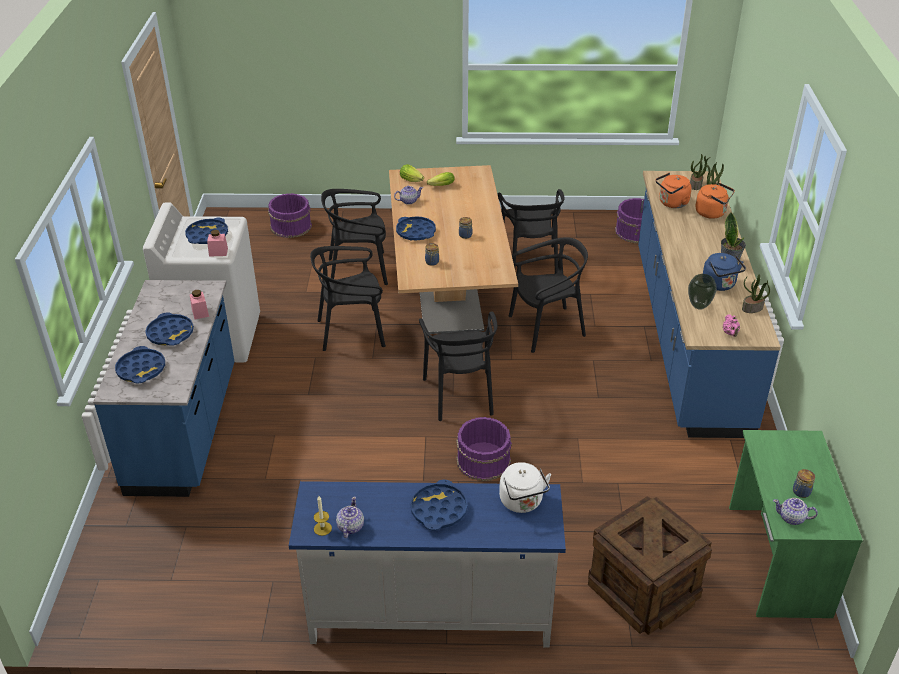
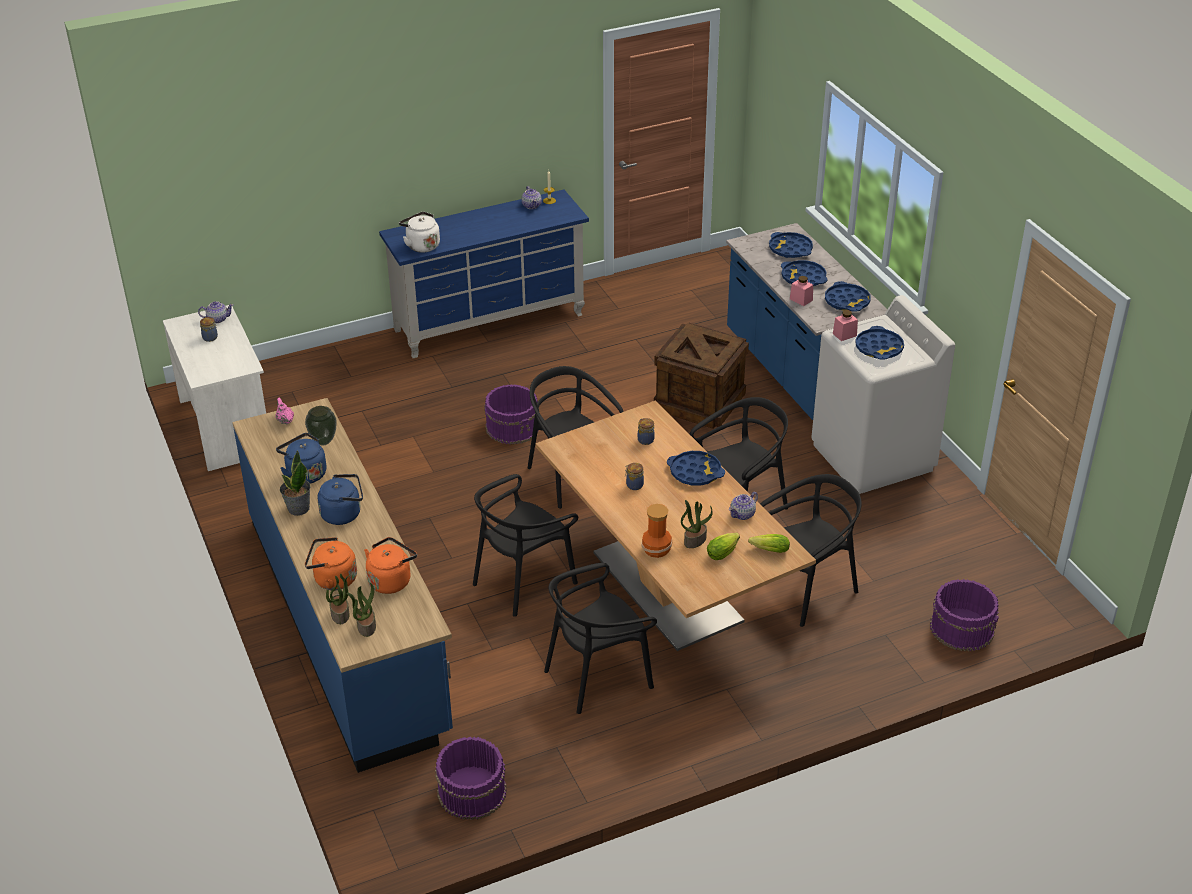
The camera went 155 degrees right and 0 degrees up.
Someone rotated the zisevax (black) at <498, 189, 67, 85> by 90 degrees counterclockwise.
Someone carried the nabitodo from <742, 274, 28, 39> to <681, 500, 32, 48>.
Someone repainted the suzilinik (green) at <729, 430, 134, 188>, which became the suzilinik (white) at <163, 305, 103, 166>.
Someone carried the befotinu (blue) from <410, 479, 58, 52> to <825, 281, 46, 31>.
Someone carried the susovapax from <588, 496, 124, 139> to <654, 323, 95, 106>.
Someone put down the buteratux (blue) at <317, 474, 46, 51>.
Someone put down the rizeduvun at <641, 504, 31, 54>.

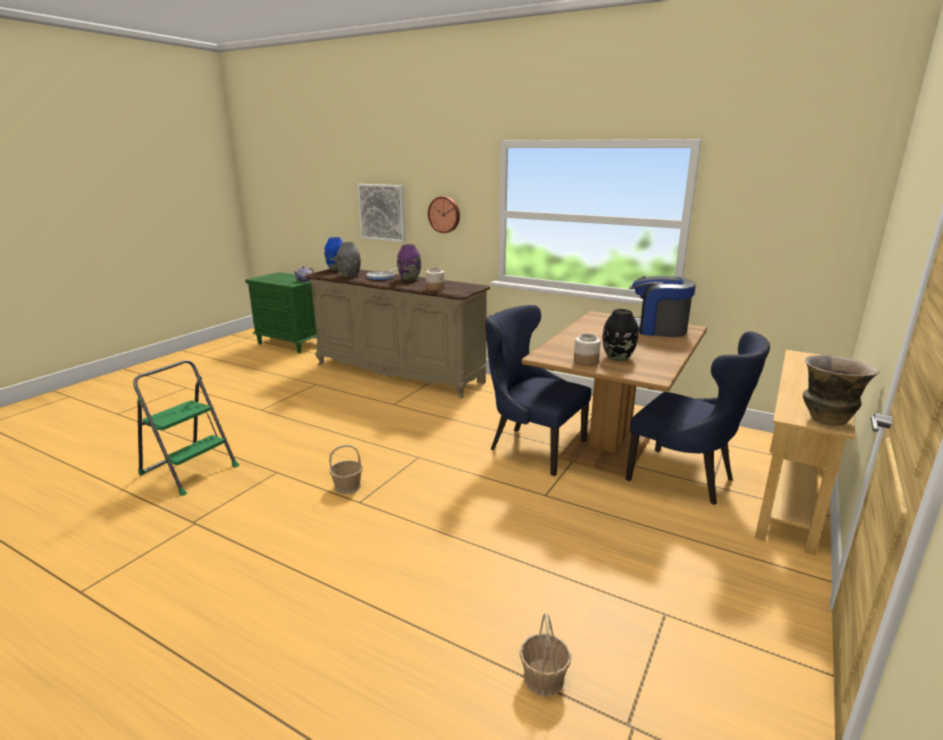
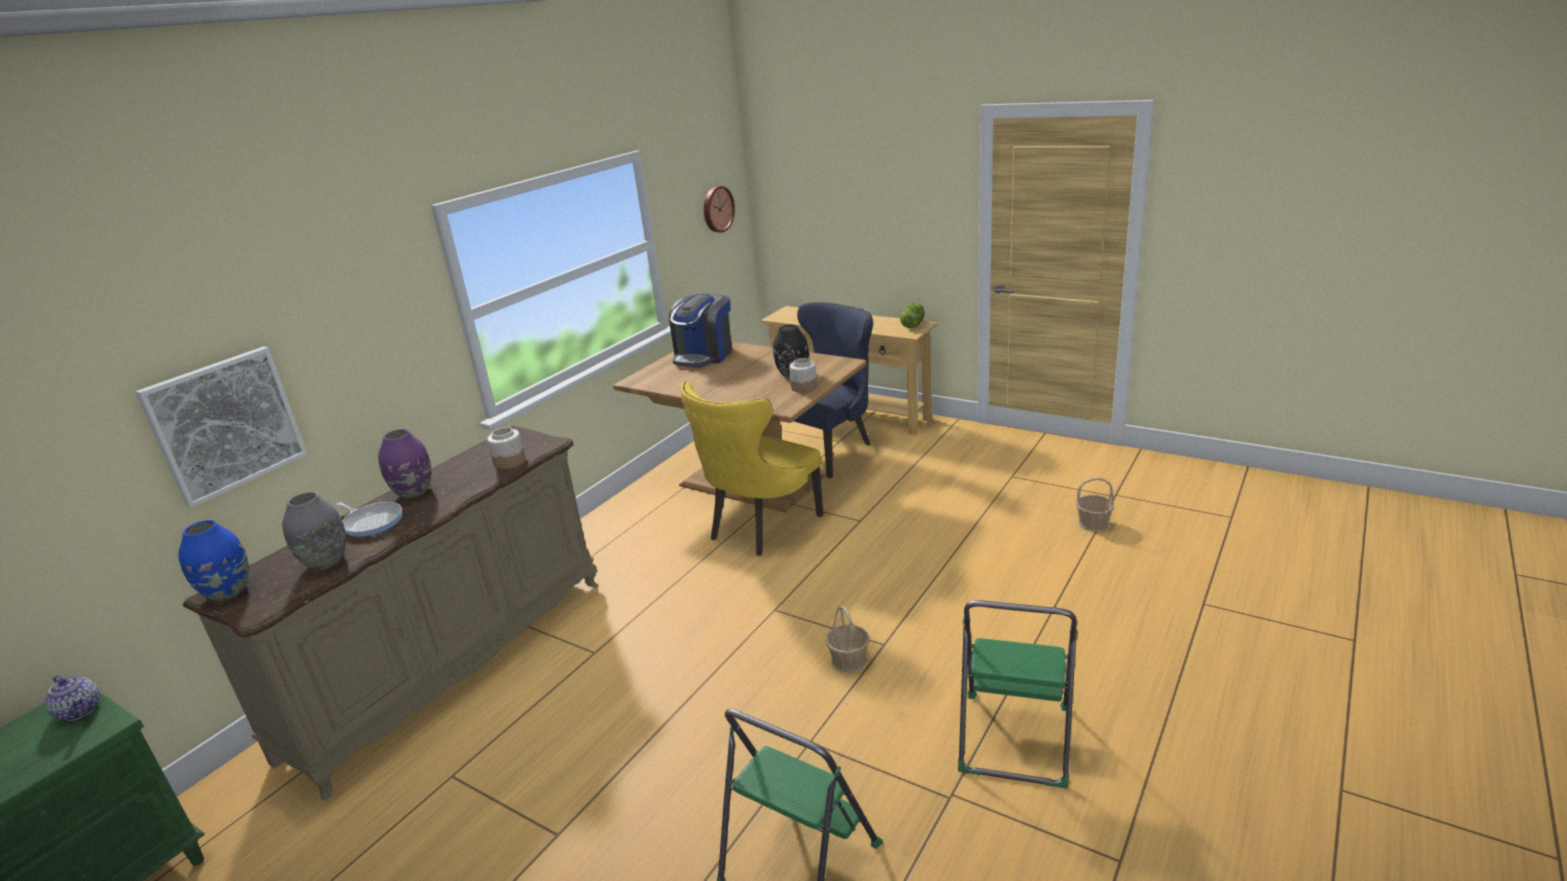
The camera went 85 degrees left and 5 degrees up.
Someone carried the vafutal from <428, 196, 32, 37> to <704, 186, 31, 47>.
Someone repainted the zisevax (blue) at <485, 305, 106, 171>, which became the zisevax (yellow) at <681, 381, 142, 175>.
Someone swapped the rizeduvun at <803, 355, 76, 71> for the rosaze at <900, 303, 25, 25>.
Someone put down the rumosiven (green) at <958, 600, 120, 188>.

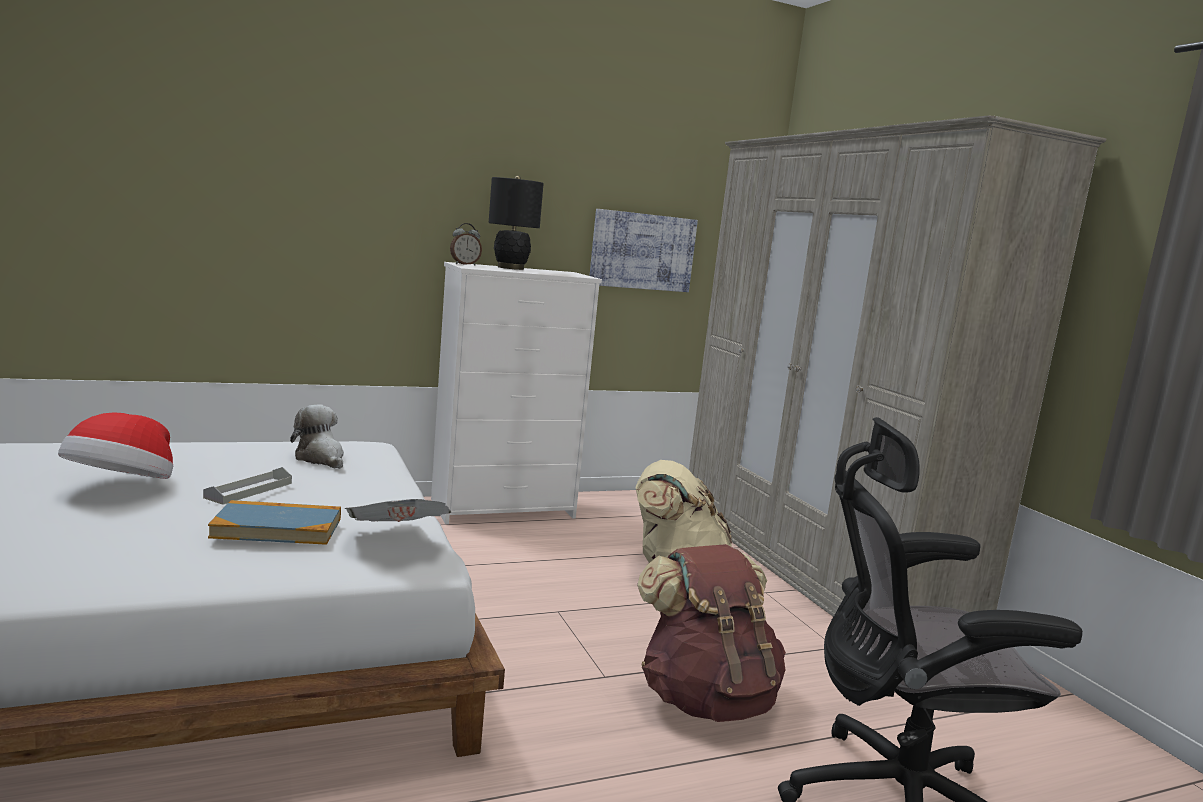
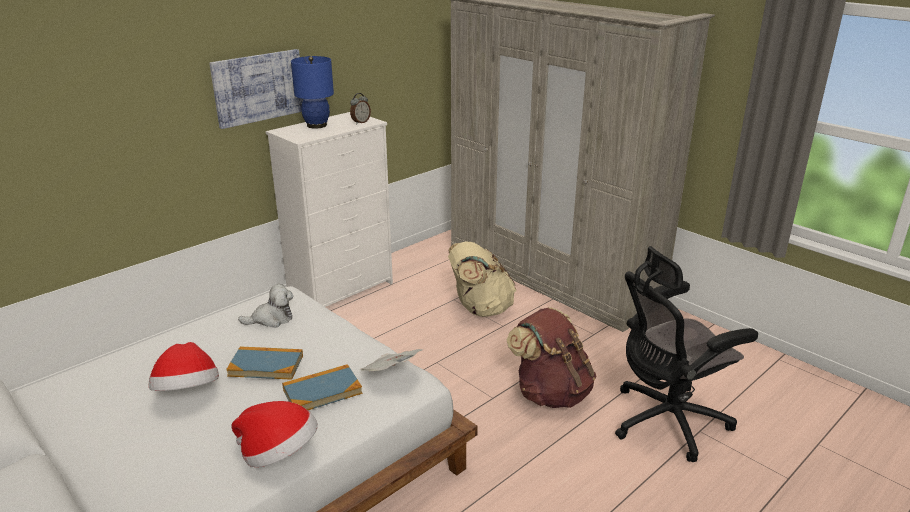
The camera went 20 degrees left and 15 degrees up.
Someone repainted the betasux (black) at <489, 176, 55, 94>, which became the betasux (blue) at <291, 56, 43, 73>.
Someone carried the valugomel from <589, 209, 109, 83> to <209, 49, 95, 80>.
Someone carried the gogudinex from <450, 223, 32, 43> to <350, 93, 21, 31>.
Someone rotated the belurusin at <290, 404, 54, 65> by 135 degrees clockwise.
Someone swapped the befotinu (grey) at <203, 467, 89, 38> for the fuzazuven at <226, 346, 77, 34>.
Someone put down the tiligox at <231, 401, 87, 66>.

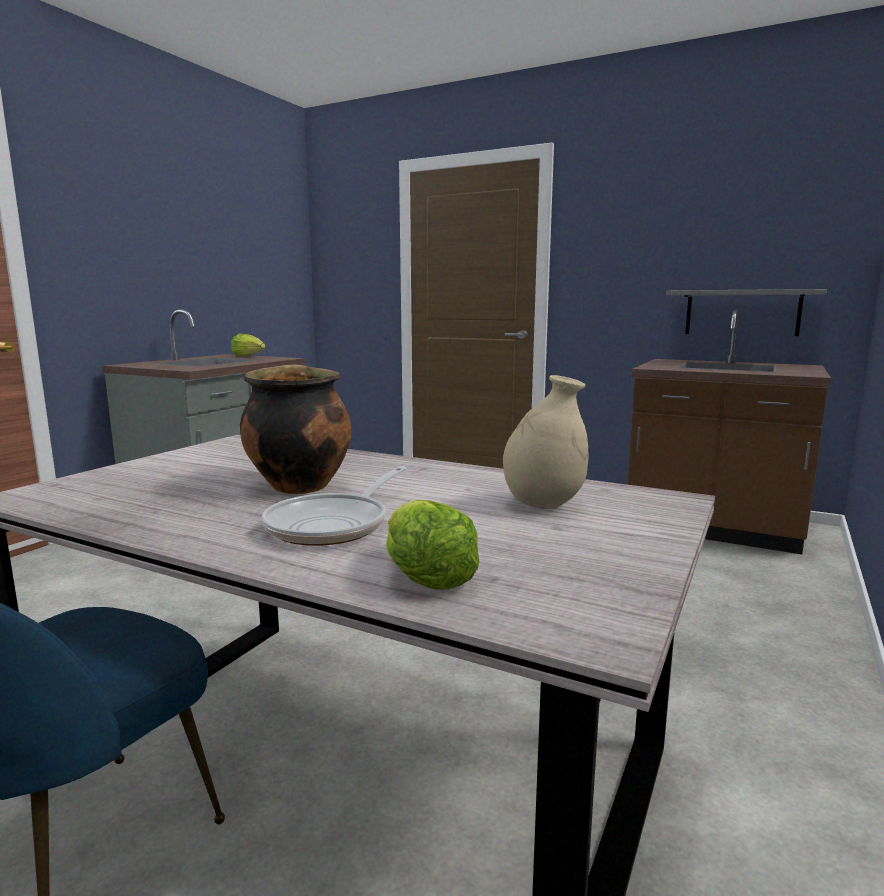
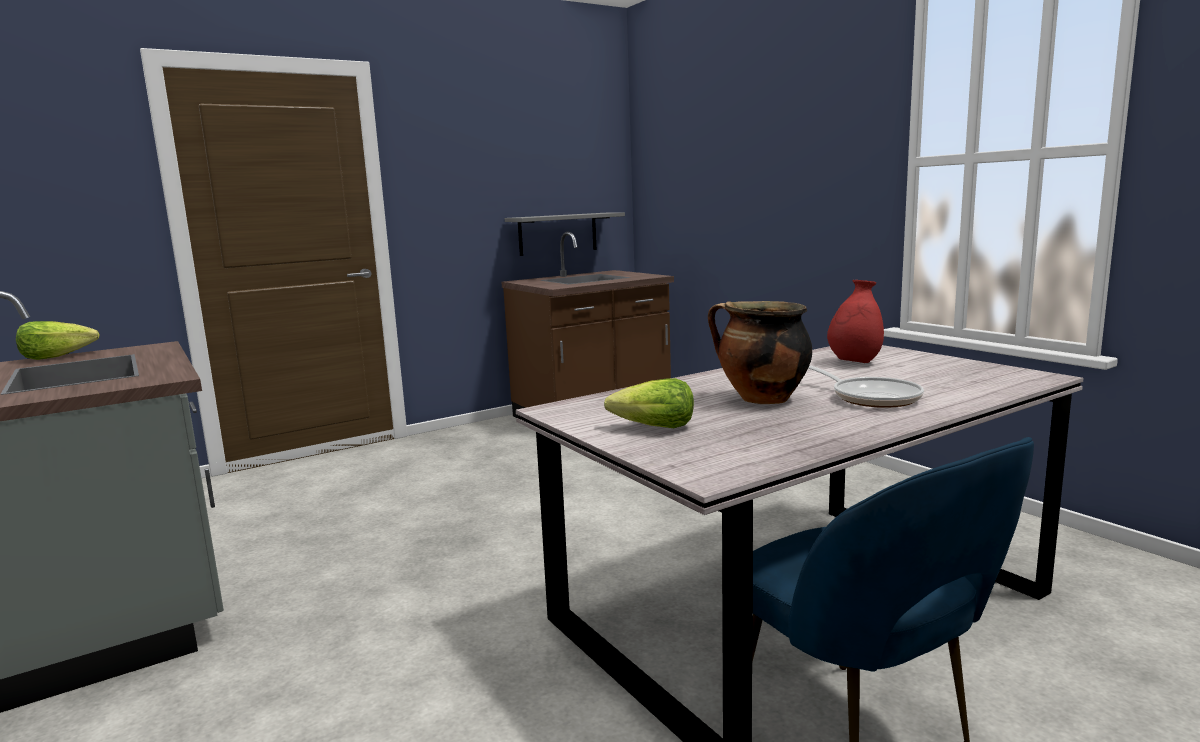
The camera went 60 degrees left and 0 degrees up.
Someone repainted the rizeduvun (beige) at <503, 375, 85, 134>, which became the rizeduvun (red) at <827, 280, 57, 83>.
Someone carried the rosaze from <386, 500, 93, 89> to <604, 378, 90, 50>.

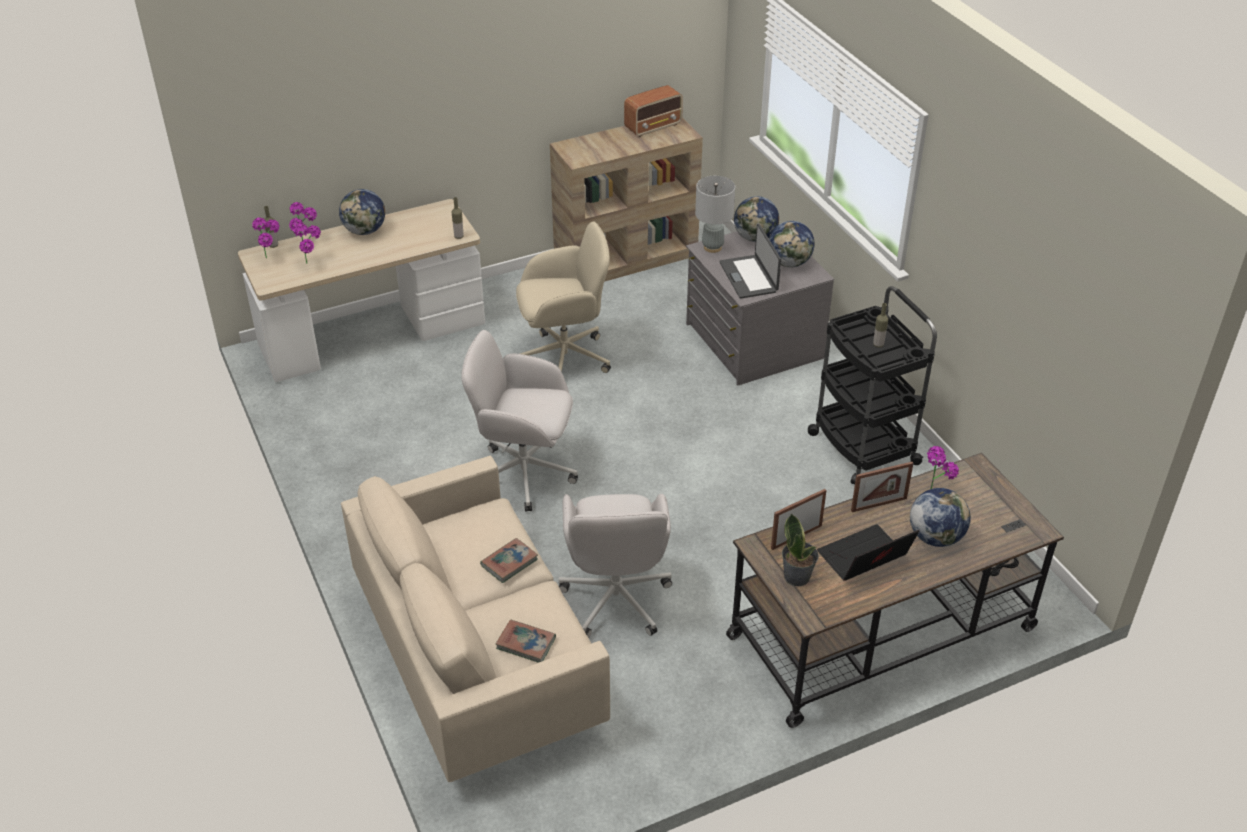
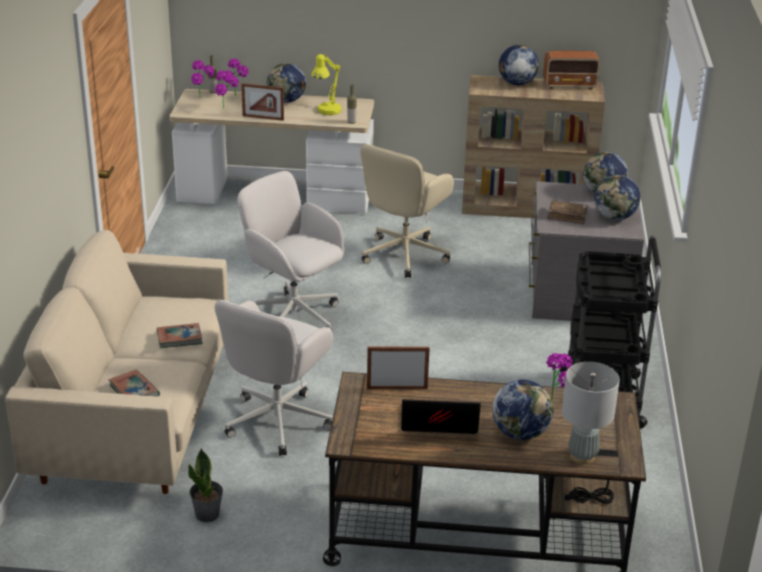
The camera went 30 degrees right and 10 degrees down.
Someone carried the betasux (grey) from <695, 176, 40, 77> to <562, 362, 58, 102>.
Someone rotated the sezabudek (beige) at <516, 221, 95, 152> by 105 degrees clockwise.
Someone swapped the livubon at <719, 223, 62, 76> for the fuzazuven (brown) at <547, 200, 41, 24>.
Someone took away the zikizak at <873, 303, 15, 45>.
Someone carried the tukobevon from <851, 462, 62, 50> to <241, 83, 43, 38>.
Someone carried the nabitodo from <782, 513, 37, 73> to <188, 448, 35, 74>.
Someone put down the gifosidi at <499, 45, 40, 40>.
Someone put down the betasux (yellow) at <311, 54, 30, 61>.

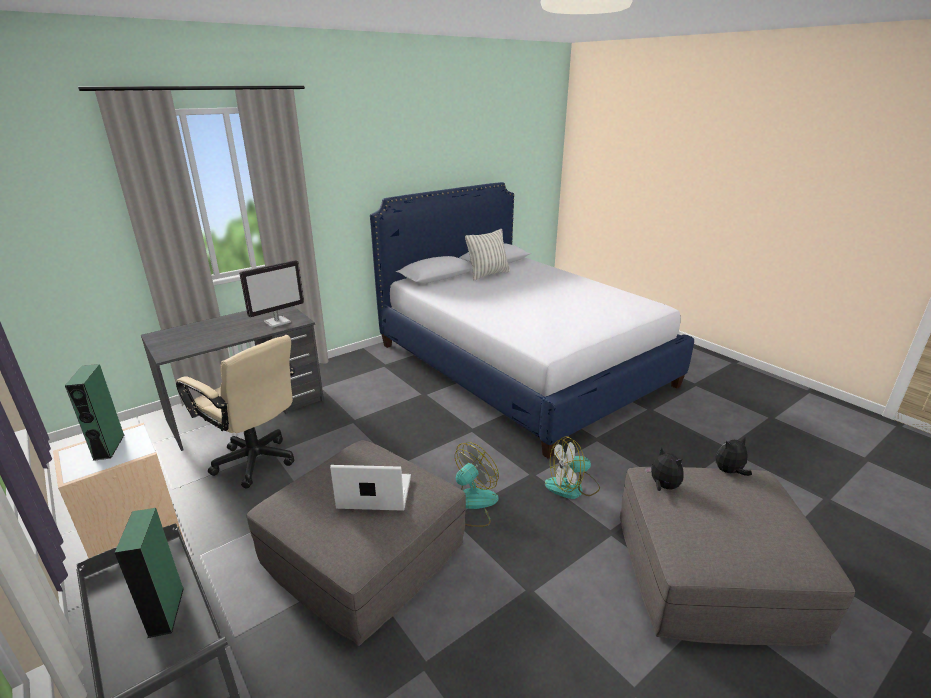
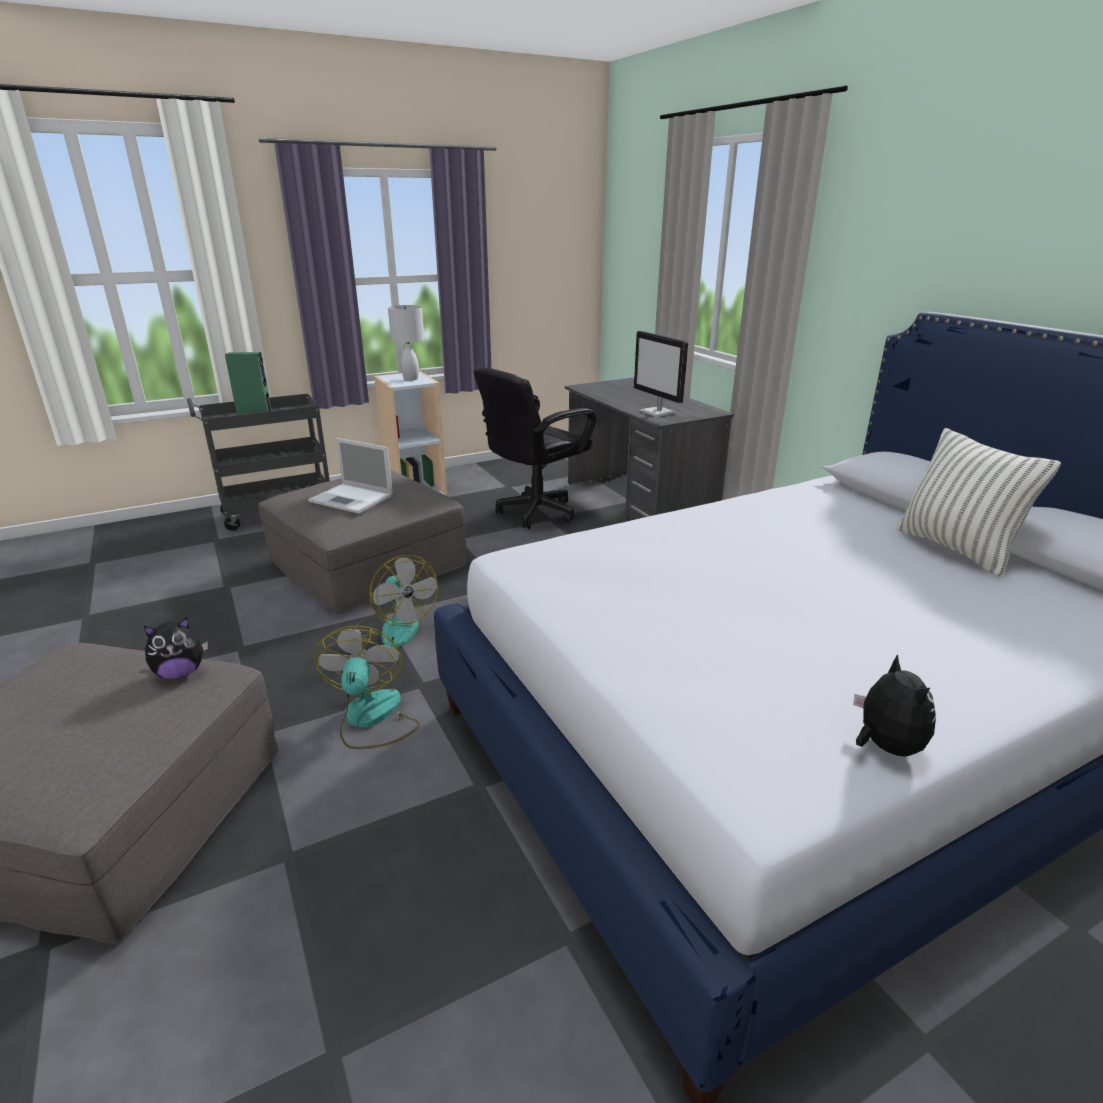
The camera went 100 degrees right and 0 degrees up.
Someone repainted the sezabudek (beige) at <176, 335, 119, 153>, which became the sezabudek (black) at <474, 367, 122, 162>.
Someone swapped the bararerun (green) at <65, 364, 59, 97> for the betasux (white) at <388, 305, 36, 76>.
Someone carried the belurusin from <716, 437, 36, 39> to <853, 654, 83, 103>.
Someone rotated the livubon at <330, 465, 81, 46> by 105 degrees clockwise.

